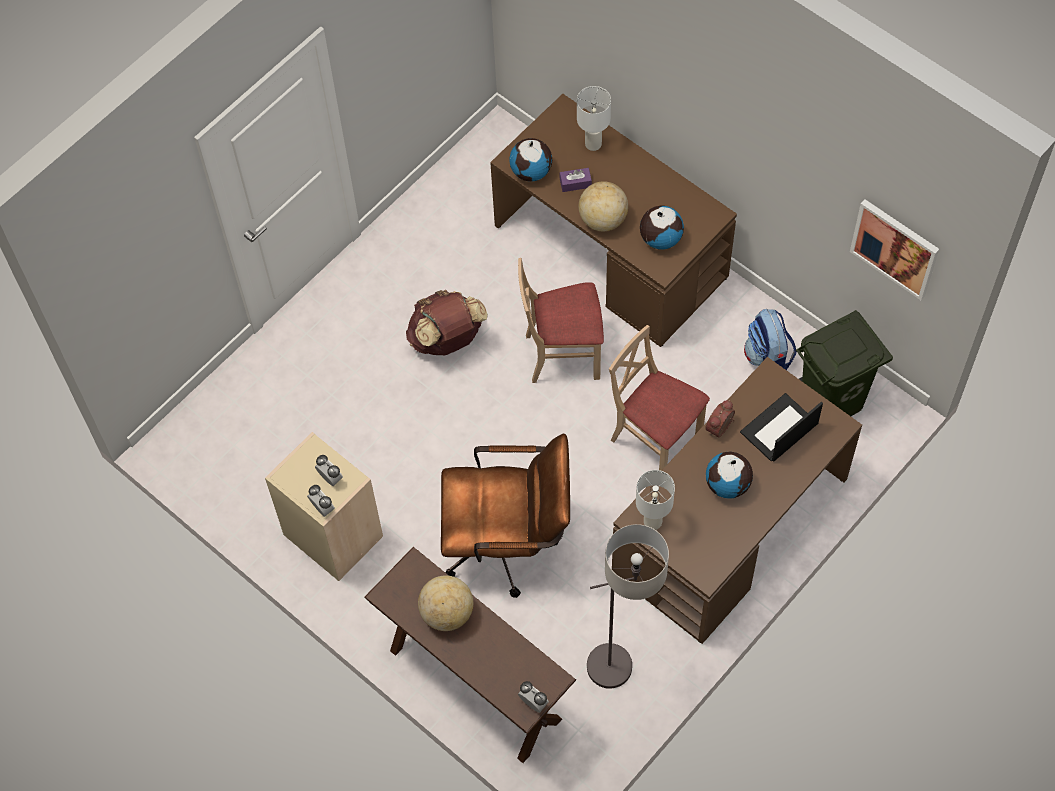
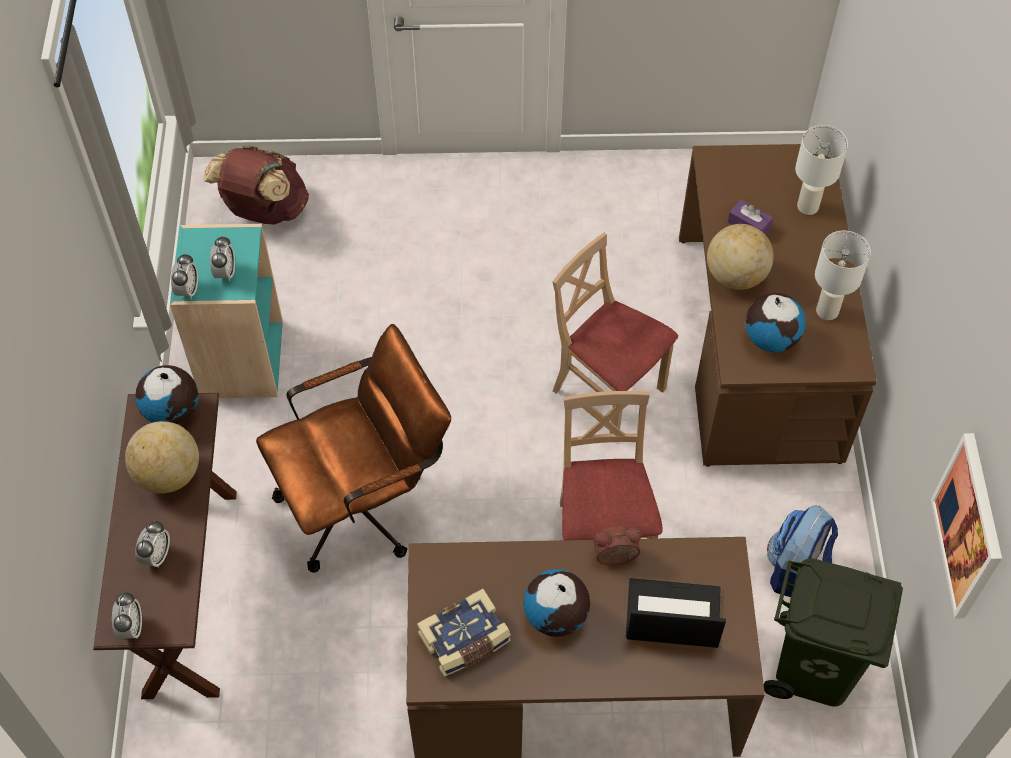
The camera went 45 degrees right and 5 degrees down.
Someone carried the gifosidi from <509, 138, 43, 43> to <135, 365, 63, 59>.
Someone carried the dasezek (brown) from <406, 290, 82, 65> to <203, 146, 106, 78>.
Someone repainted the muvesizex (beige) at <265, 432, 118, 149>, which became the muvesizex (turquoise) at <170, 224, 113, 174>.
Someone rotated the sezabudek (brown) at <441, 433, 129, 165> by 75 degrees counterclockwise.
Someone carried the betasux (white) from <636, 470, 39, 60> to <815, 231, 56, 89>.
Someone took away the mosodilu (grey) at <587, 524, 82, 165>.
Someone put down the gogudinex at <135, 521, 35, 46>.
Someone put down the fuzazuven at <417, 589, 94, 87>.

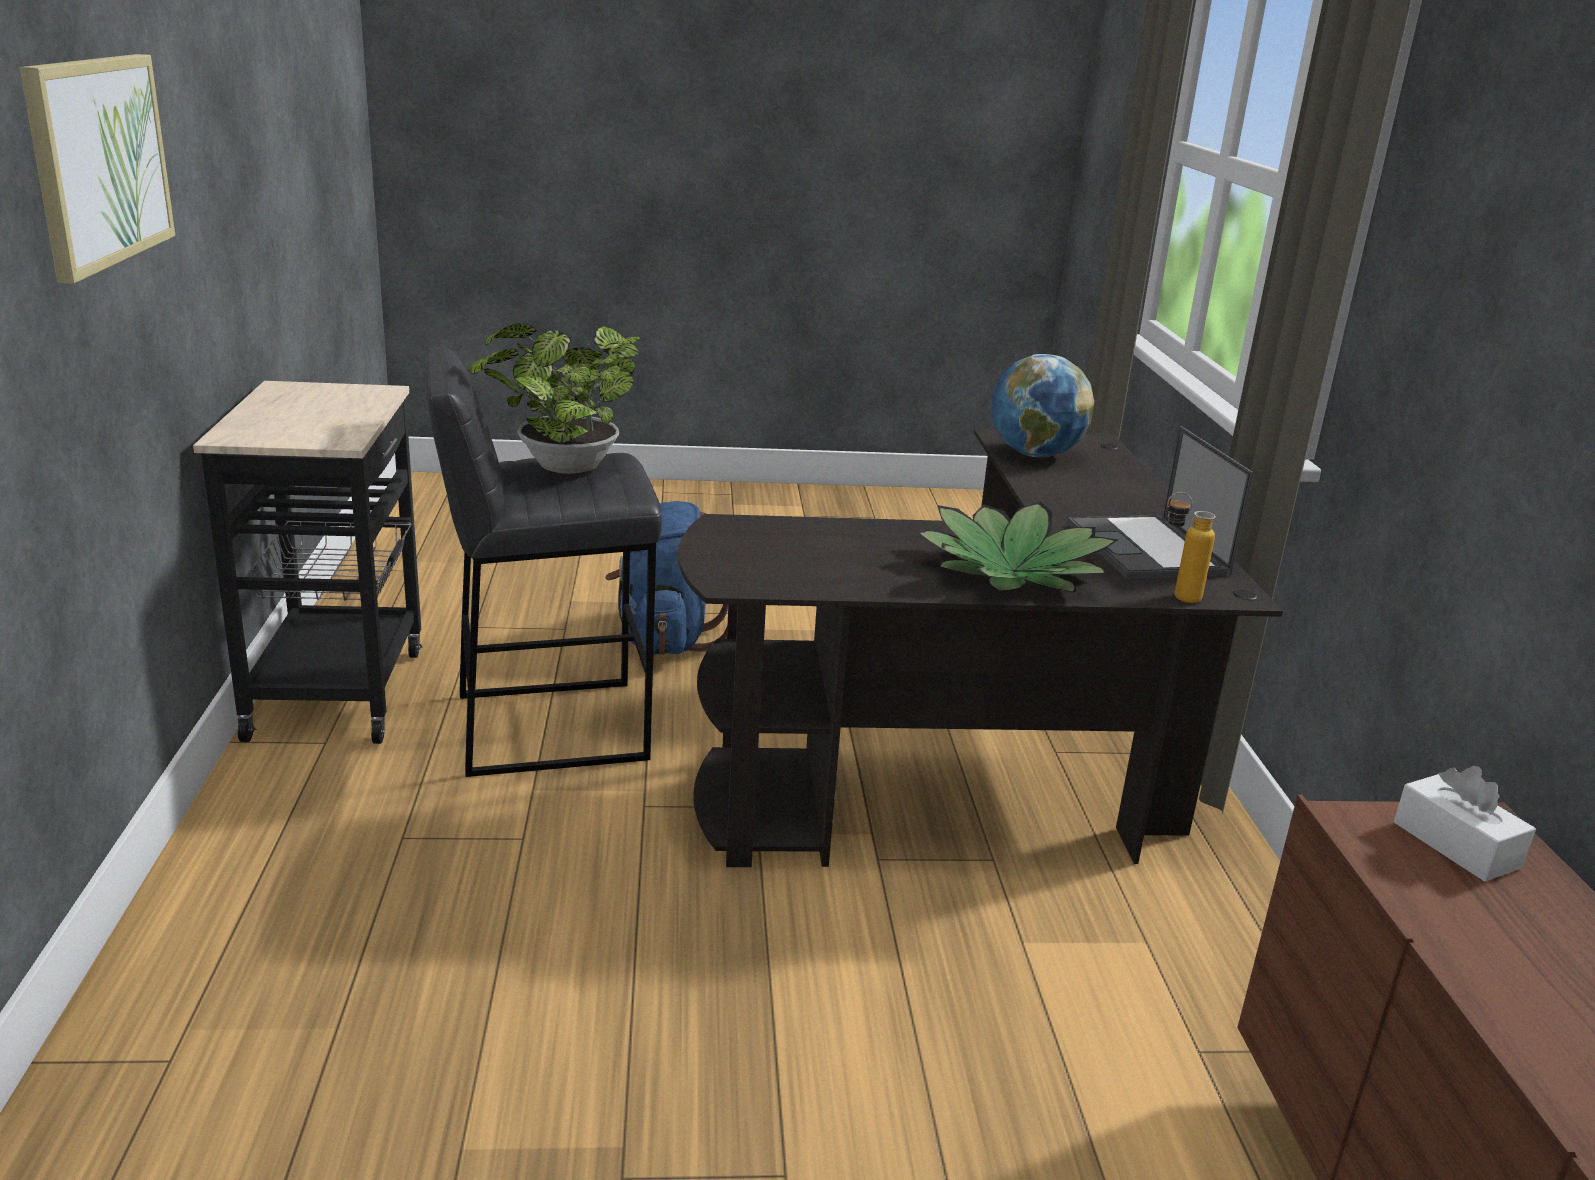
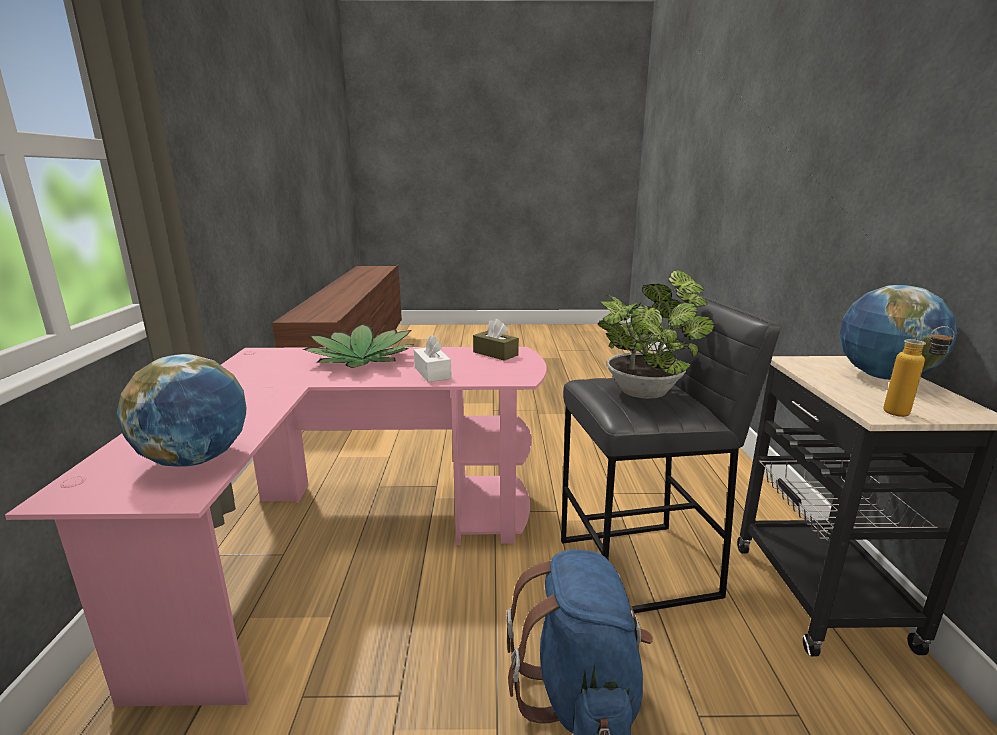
The camera went 175 degrees left and 5 degrees down.
Someone took away the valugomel at <20, 54, 155, 230>.
Someone took away the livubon at <1067, 426, 187, 153>.
Someone repainted the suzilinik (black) at <678, 428, 605, 439>, which became the suzilinik (pink) at <5, 347, 542, 359>.
Someone carried the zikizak from <1167, 492, 49, 111> to <883, 326, 72, 91>.
Someone carried the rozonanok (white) from <1394, 766, 142, 116> to <414, 335, 38, 47>.
Someone put down the gifosidi at <839, 285, 118, 95>.
Someone put down the rozonanok (brown) at <473, 319, 46, 42>.

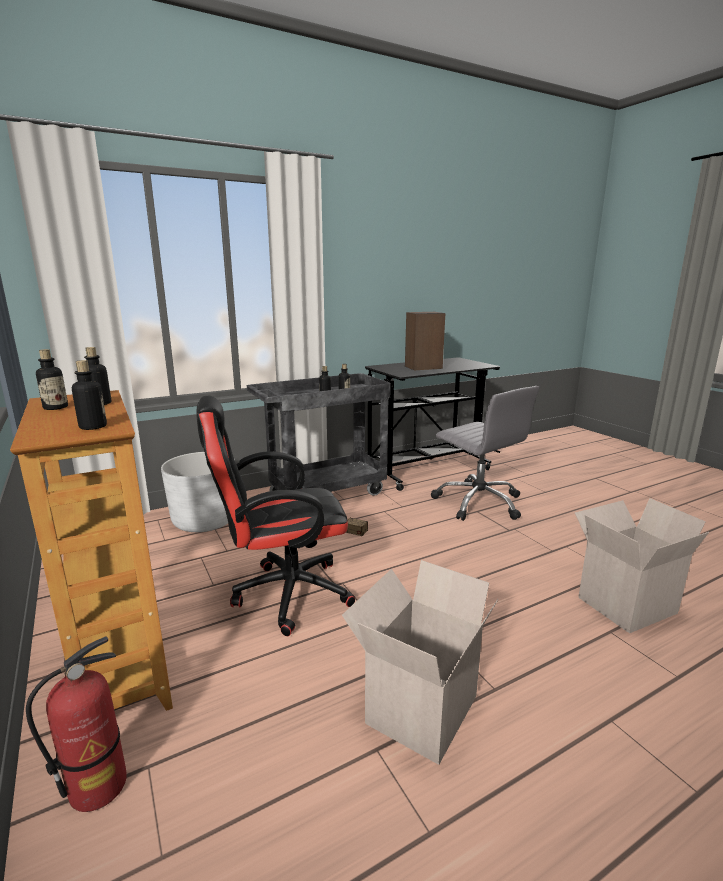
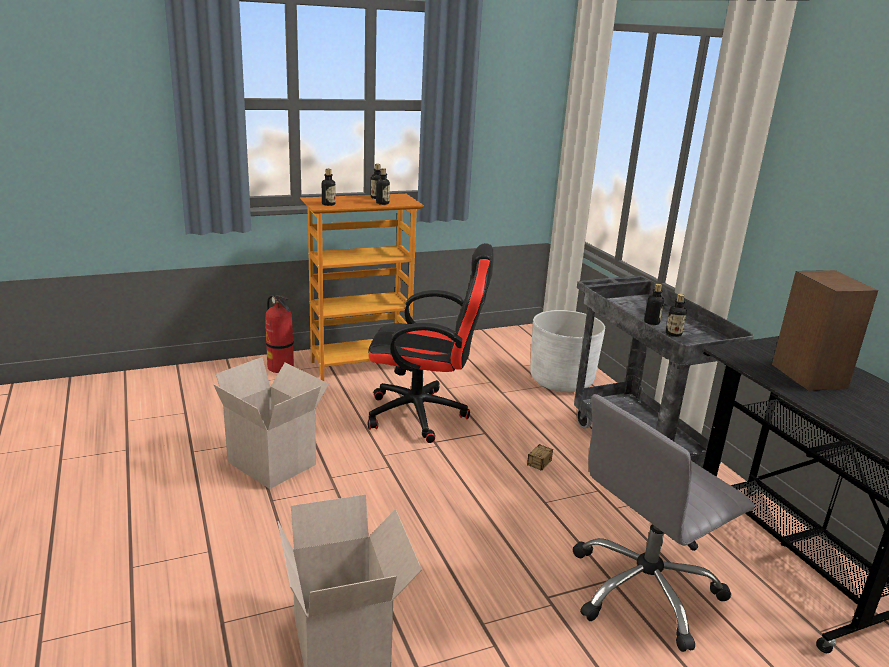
The camera went 95 degrees right and 5 degrees up.
Someone rotated the sezabudek (black) at <197, 396, 158, 240> by 105 degrees clockwise.

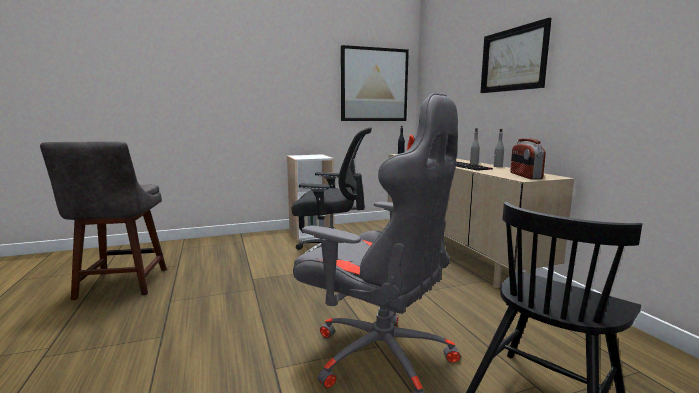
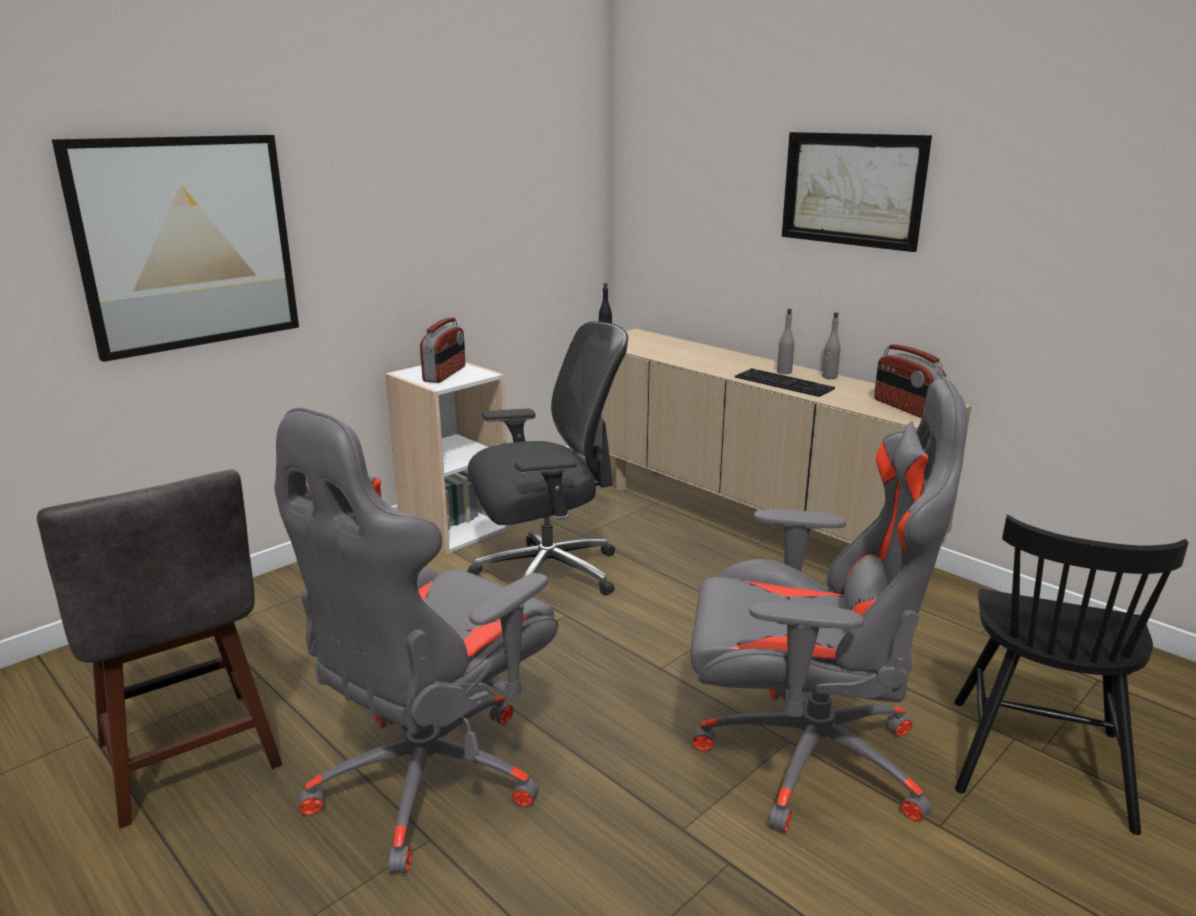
The camera went 25 degrees left and 10 degrees up.
Someone carried the valugomel from <341, 45, 68, 76> to <52, 135, 247, 227>.
Someone put down the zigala at <420, 317, 46, 66>.
Someone put down the sezabudek (grey) at <274, 408, 284, 466>.

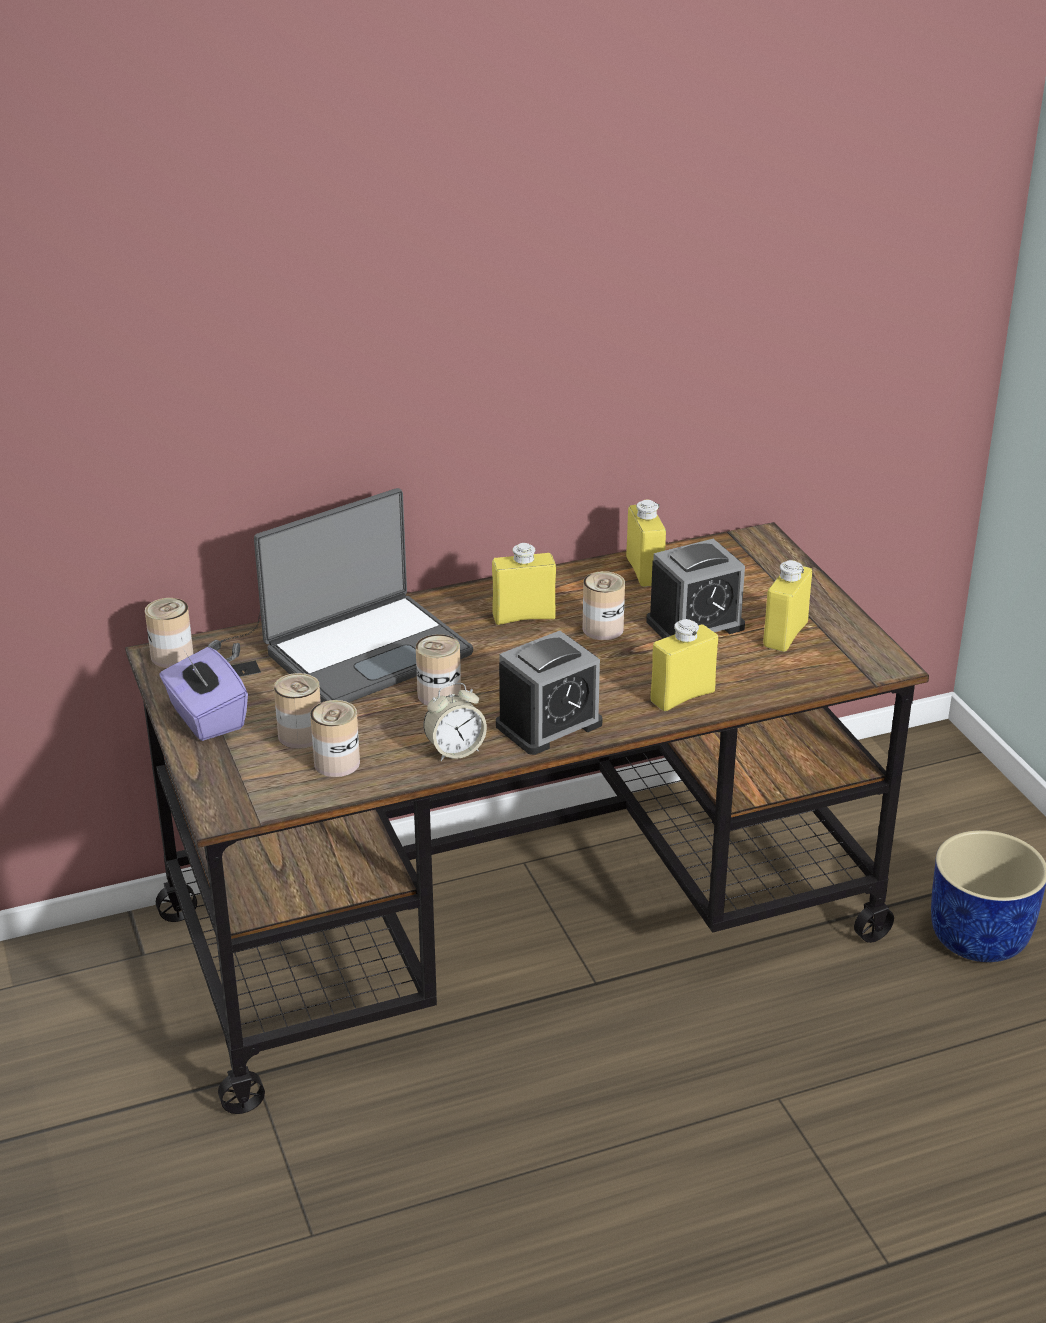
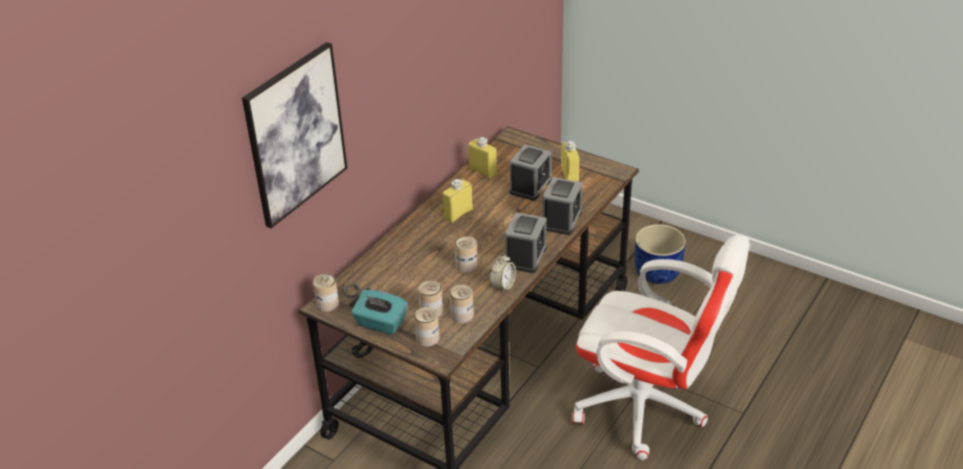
The camera went 35 degrees left and 5 degrees up.
Someone took away the livubon at <254, 488, 219, 215>.
Someone carried the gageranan from <583, 571, 42, 69> to <414, 307, 25, 40>.
Someone swapped the zikizak (yellow) at <651, 619, 67, 92> for the gogudinex at <542, 177, 41, 58>.
Someone repainted the rozonanok (purple) at <159, 647, 89, 94>, which became the rozonanok (turquoise) at <351, 290, 56, 45>.
Someone put up the valugomel at <242, 42, 105, 186>.
Someone put down the sezabudek (white) at <572, 235, 178, 225>.

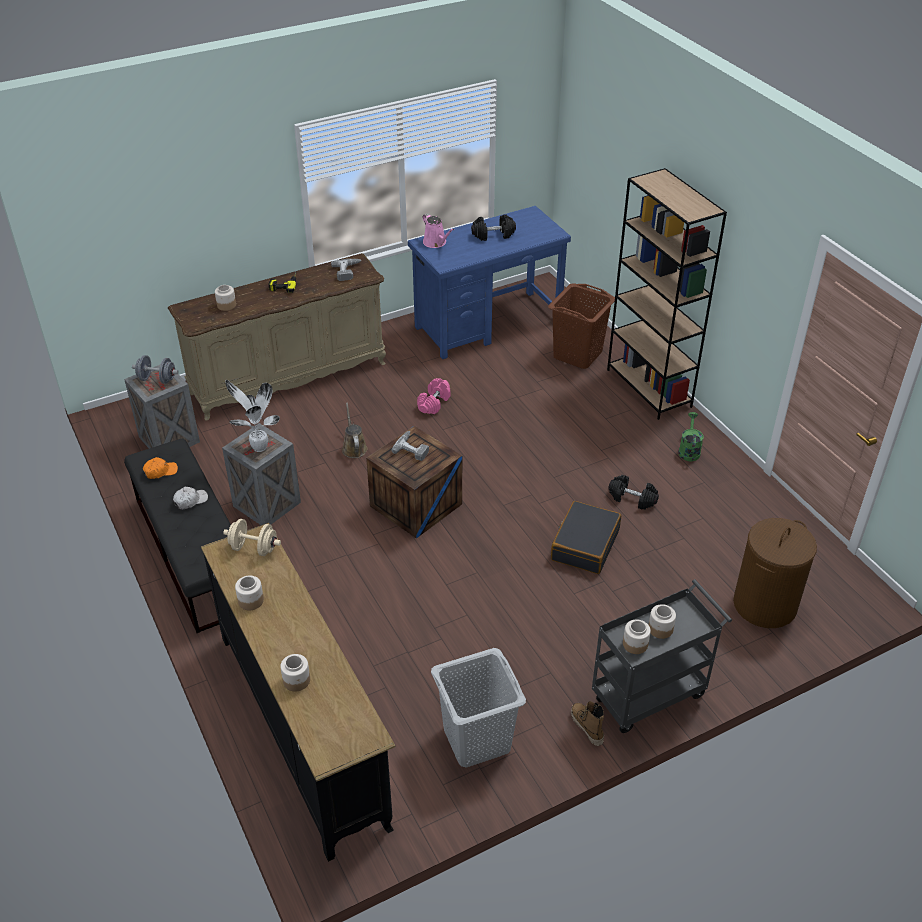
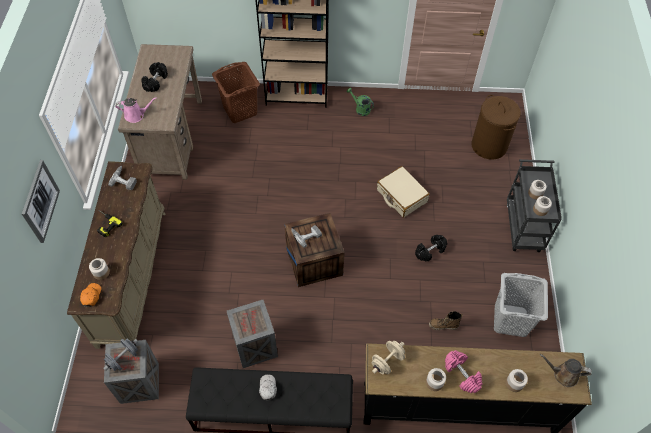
The camera went 60 degrees left and 15 degrees up.
Someone repainted the suzilinik (blue) at <408, 206, 163, 153>, which became the suzilinik (brown) at <118, 44, 84, 136>.
Someone carried the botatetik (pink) from <417, 378, 33, 36> to <445, 350, 38, 43>.
Someone took away the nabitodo at <225, 380, 55, 72>.
Someone carried the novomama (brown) from <342, 402, 25, 56> to <540, 354, 52, 33>.
Someone carried the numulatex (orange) from <143, 457, 35, 22> to <80, 283, 21, 24>.
Someone carried the botatetik (black) from <608, 475, 51, 35> to <415, 235, 32, 26>.
Someone repainted the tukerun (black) at <551, 501, 70, 73>, which became the tukerun (beige) at <377, 166, 53, 52>.
Someone carried the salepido from <571, 701, 33, 45> to <429, 311, 34, 19>.
Someone put up the valugomel at <22, 160, 38, 83>.

